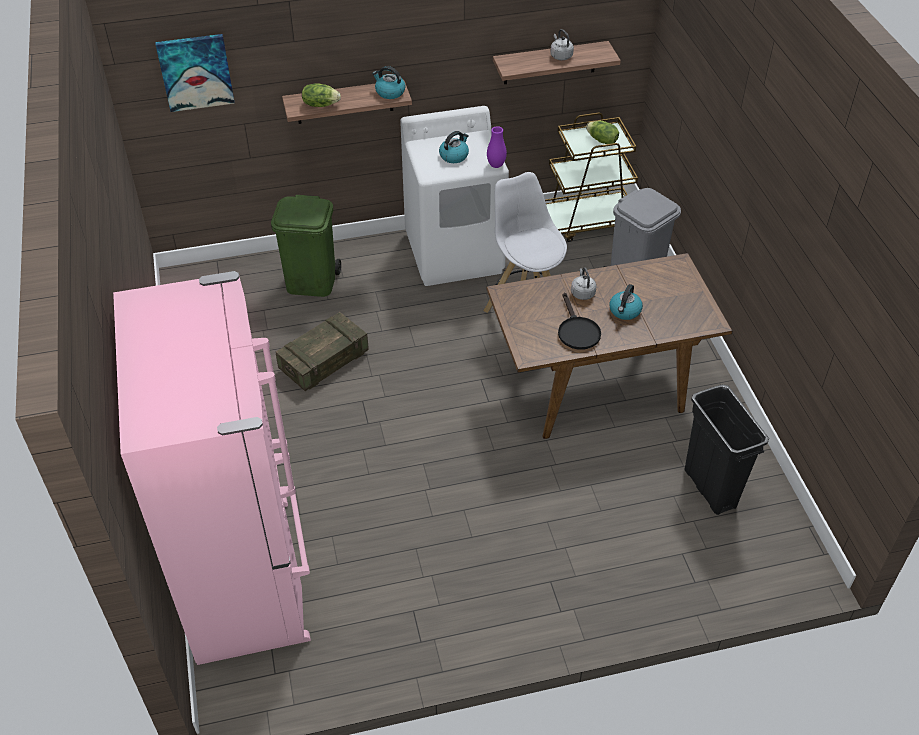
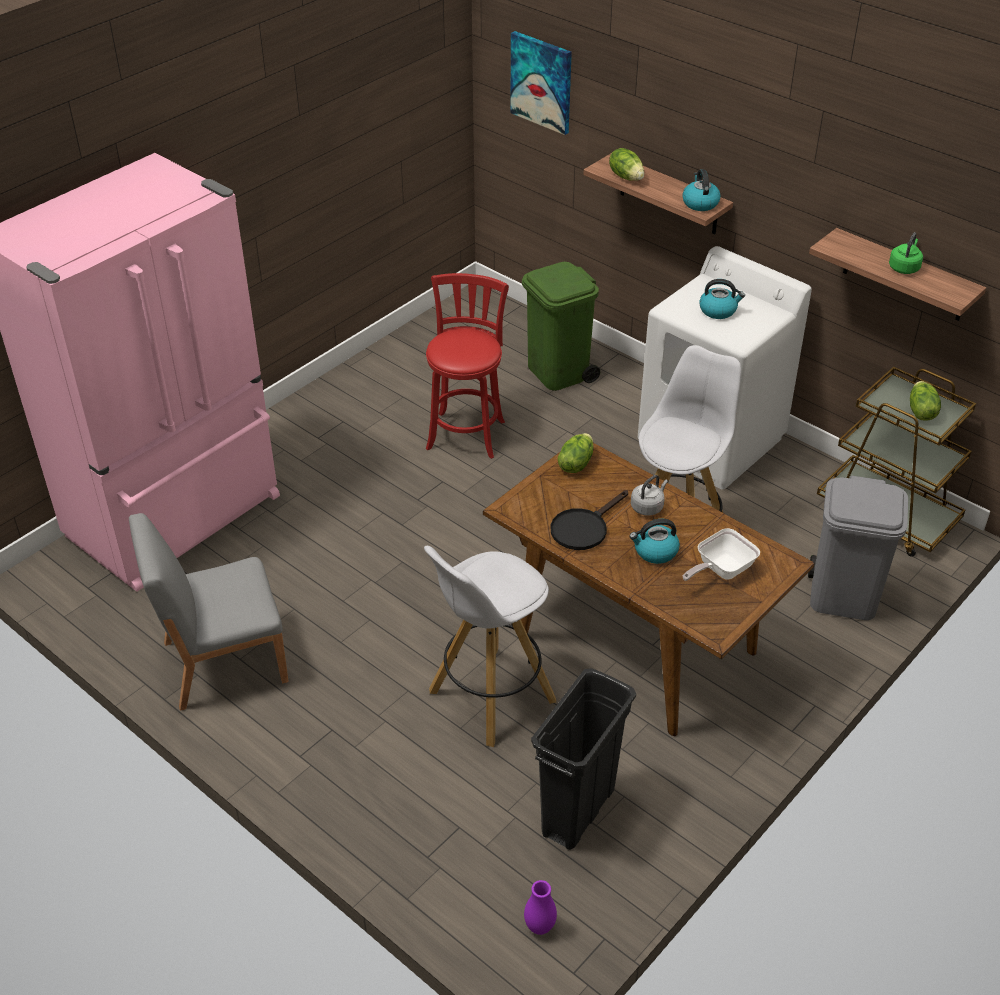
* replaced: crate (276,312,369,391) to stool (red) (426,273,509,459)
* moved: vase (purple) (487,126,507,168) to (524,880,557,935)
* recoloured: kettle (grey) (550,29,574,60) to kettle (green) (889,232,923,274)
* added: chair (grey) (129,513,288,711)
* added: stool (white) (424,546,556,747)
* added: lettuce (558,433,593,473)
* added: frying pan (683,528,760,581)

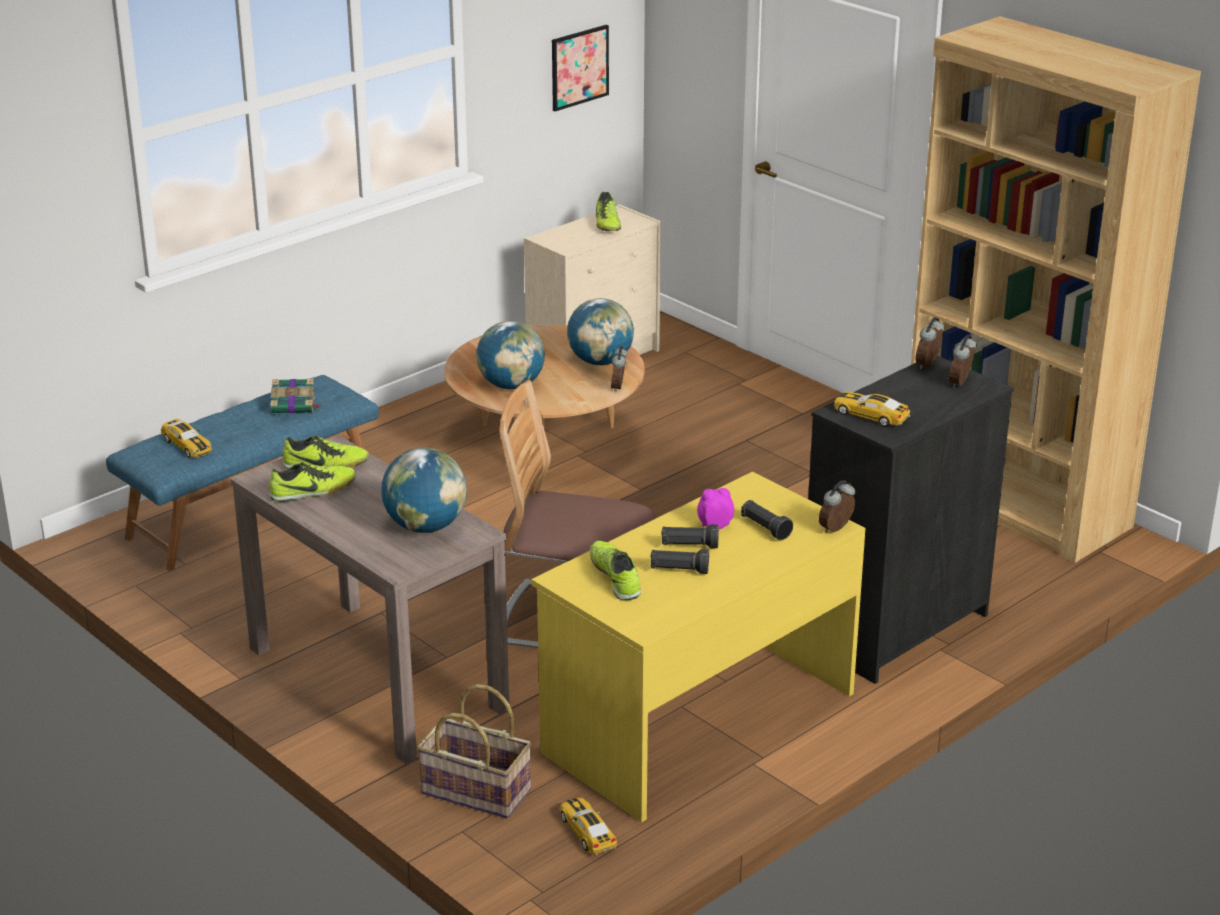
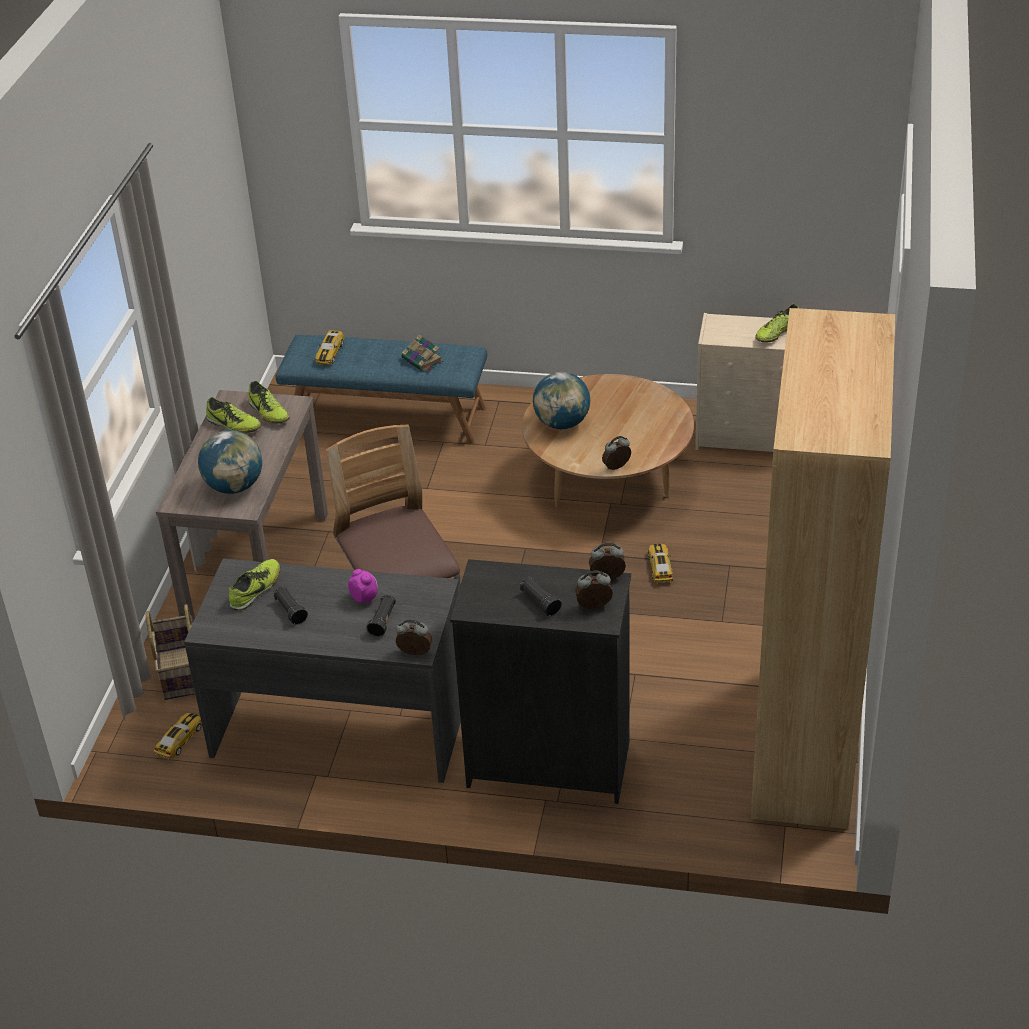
* recoloured: desk (yellow) (531,472,865,823) to desk (grey) (184,558,461,783)
* removed: picture (552,25,609,111)
* removed: globe (567,298,634,365)
* moved: flashlight (black) (661,524,719,548) to (520,577,562,616)
* moved: toy car (834,392,910,427) to (648,544,673,583)

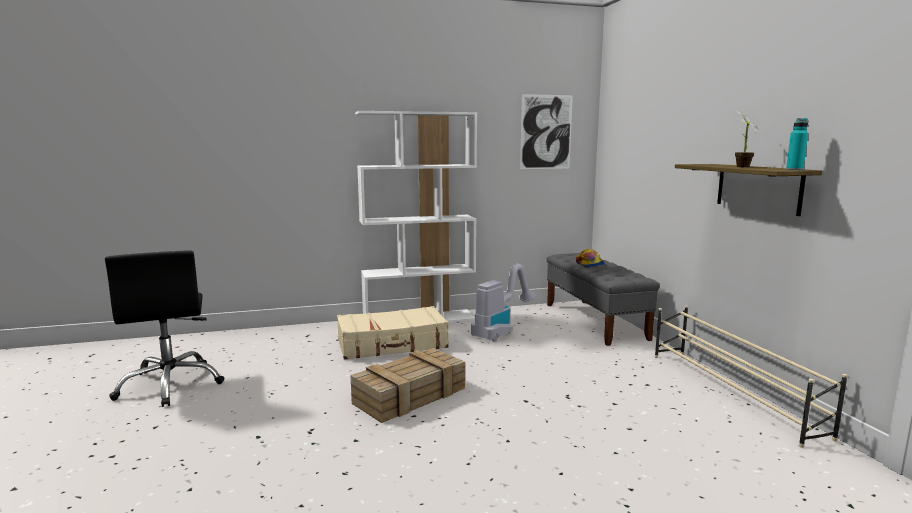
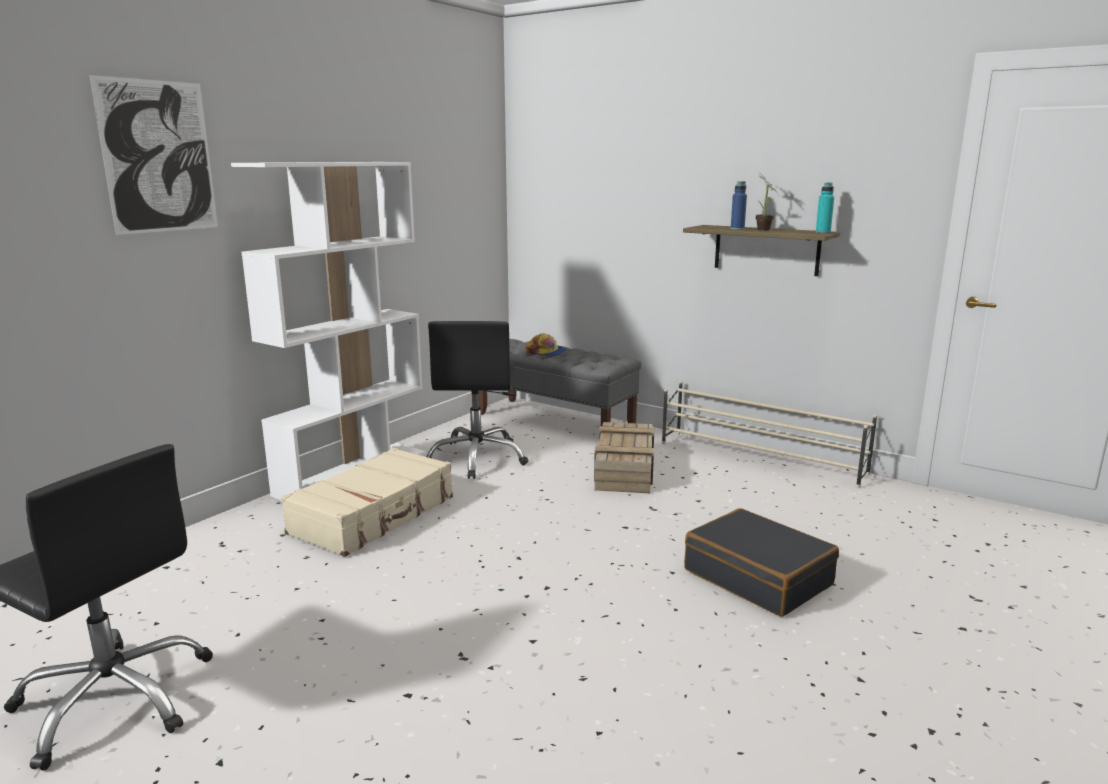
* moved: crate (351,348,465,423) to (594,422,654,493)
* replaced: vacuum cleaner (471,264,535,342) to office chair (black) (426,321,528,479)
* moved: picture (520,94,573,169) to (90,75,218,235)
* added: suitcase (black) (684,508,839,617)
* added: bottle (blue) (731,181,747,230)

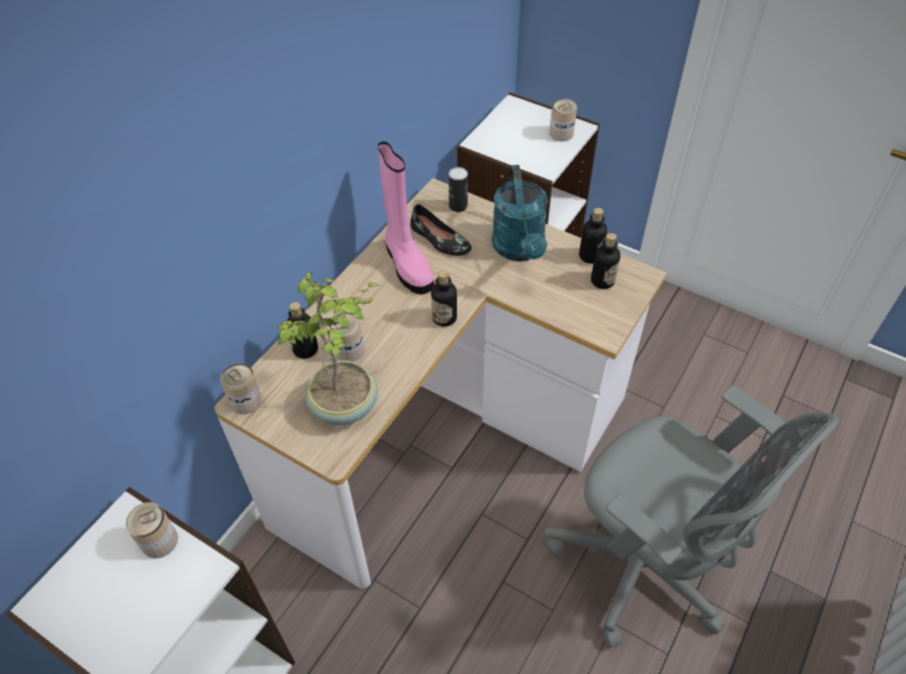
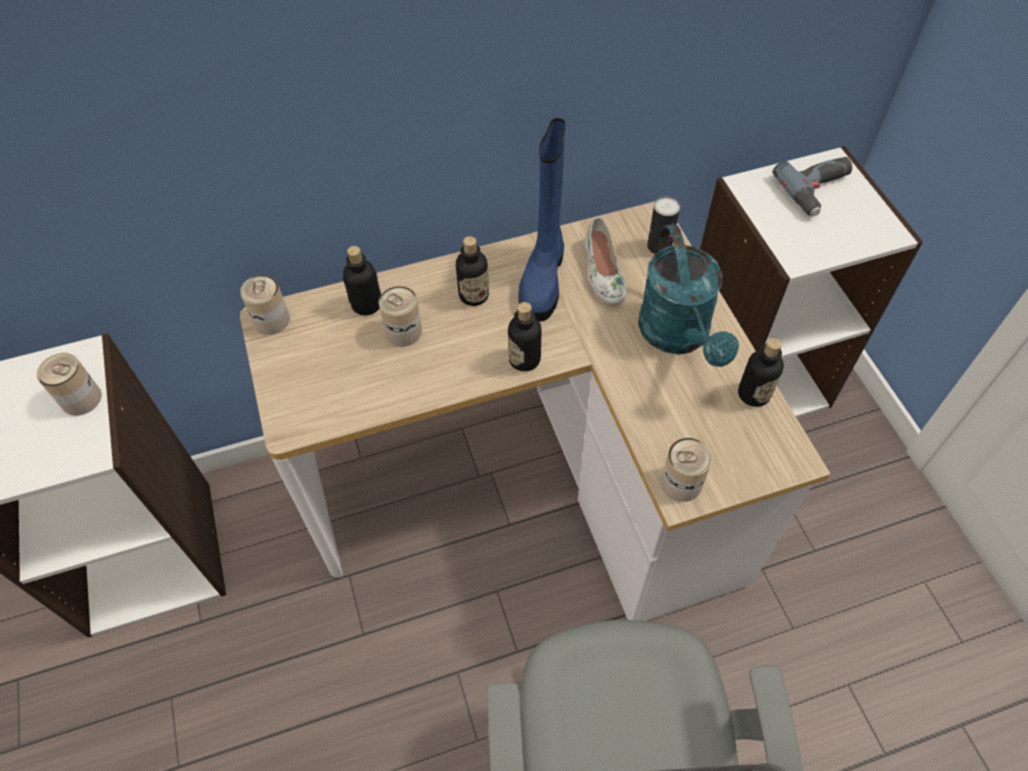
* removed: potted plant (277,272,378,425)
* recoloured: boot (pink) (378,141,434,295) to boot (blue) (519,118,565,322)
* recoloured: shoe (black) (410,204,472,256) to shoe (white) (584,217,627,304)
* turned: watering can (turquoise) (492,165,548,261) = (638,224,739,367) 45 degrees counterclockwise
* moved: can (549,99,577,141) to (661,438,712,502)
* moved: bottle (591,233,620,289) to (456,236,489,306)
* added: power drill (772,157,852,216)

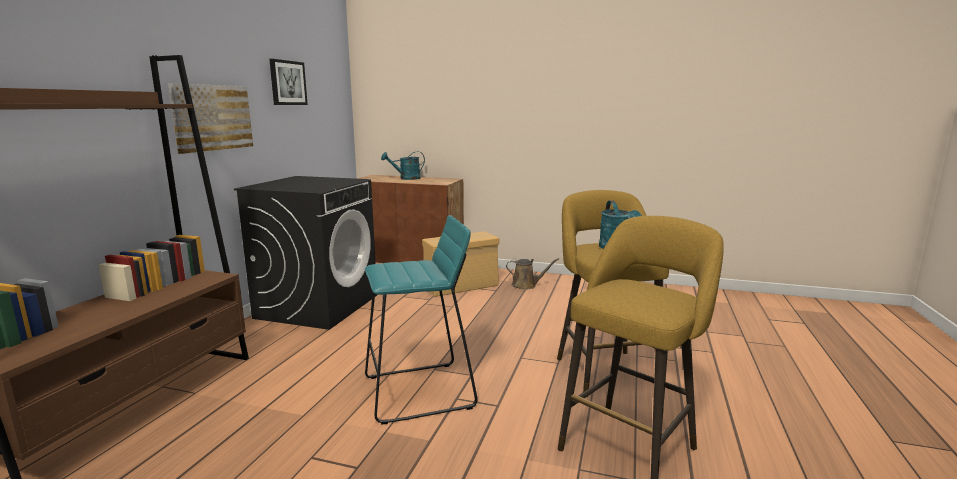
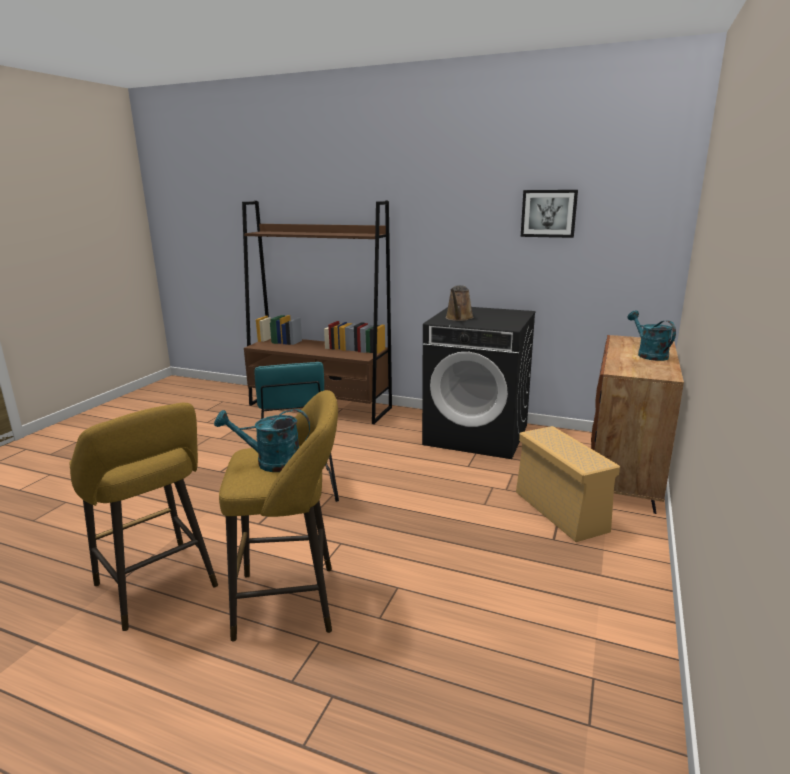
* removed: picture (168,83,253,154)
* moved: watering can (brown) (506,258,559,290) to (445,285,474,321)

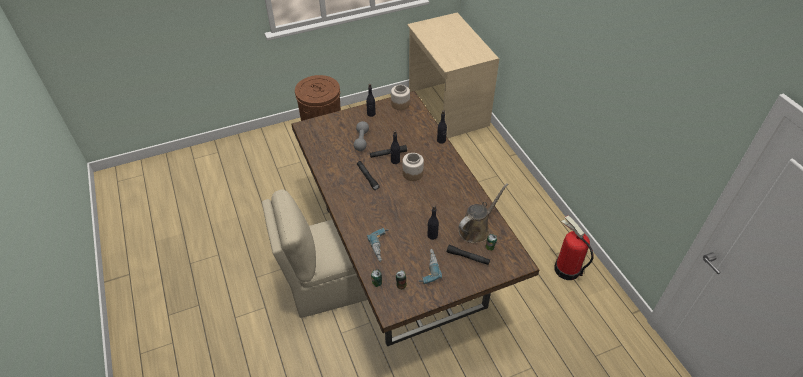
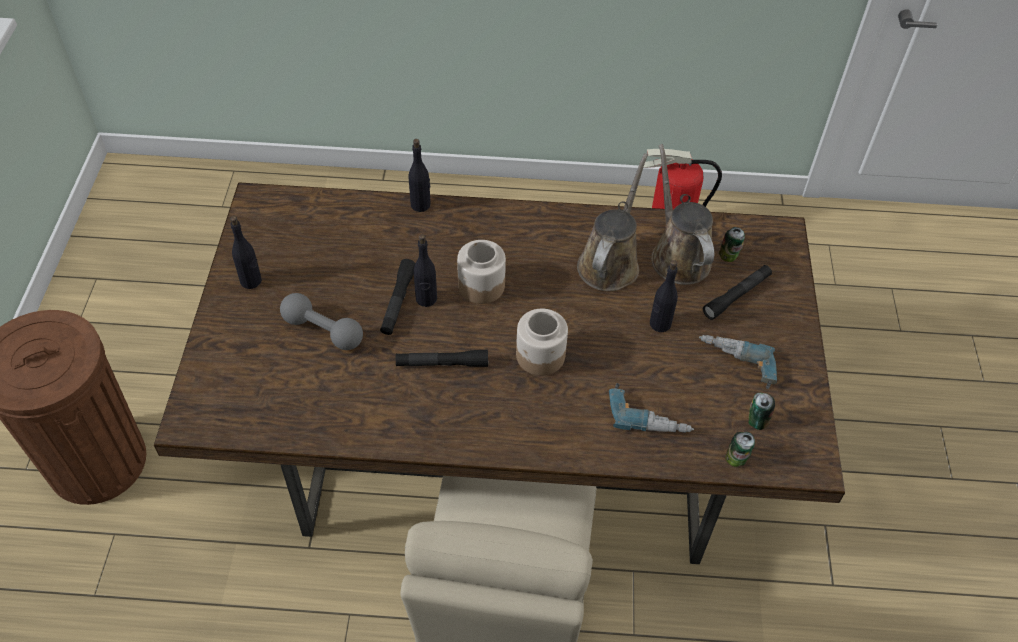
* moved: jar (391,85,410,110) to (516,309,568,376)
* removed: desk (beige) (407,13,499,138)
* added: watering can (brown) (577,153,648,291)

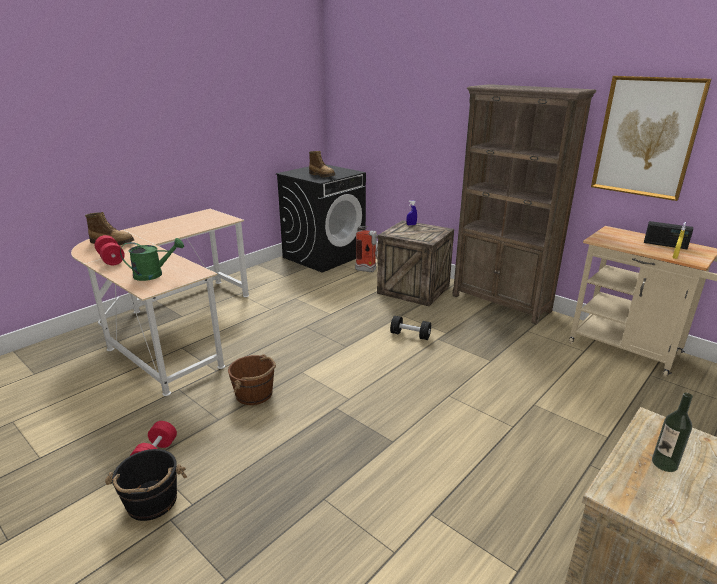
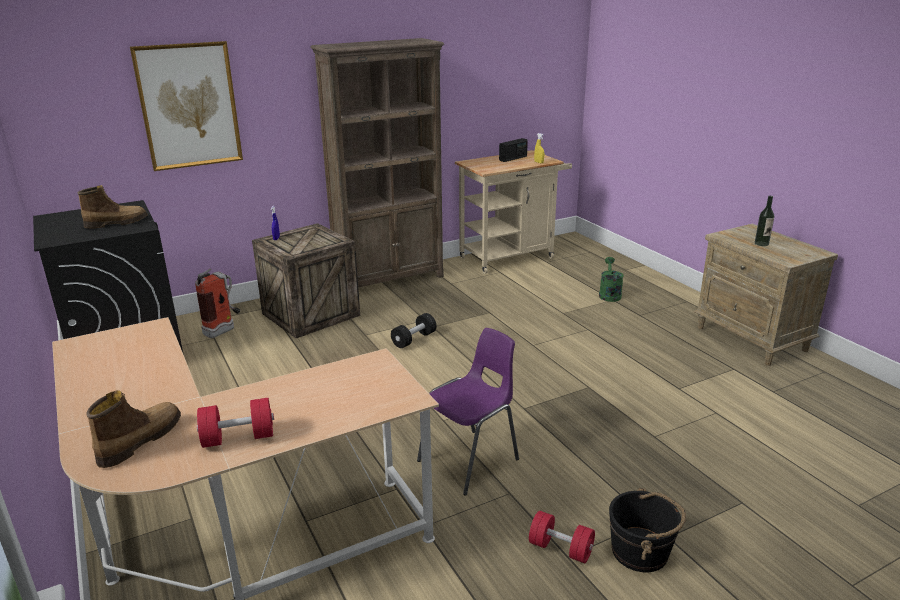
* moved: watering can (green) (120,238,184,281) to (599,257,624,302)
* replaced: bucket (brown) (228,354,276,405) to chair (purple) (417,328,519,495)
* moved: picture (591,76,711,201) to (130,41,243,171)

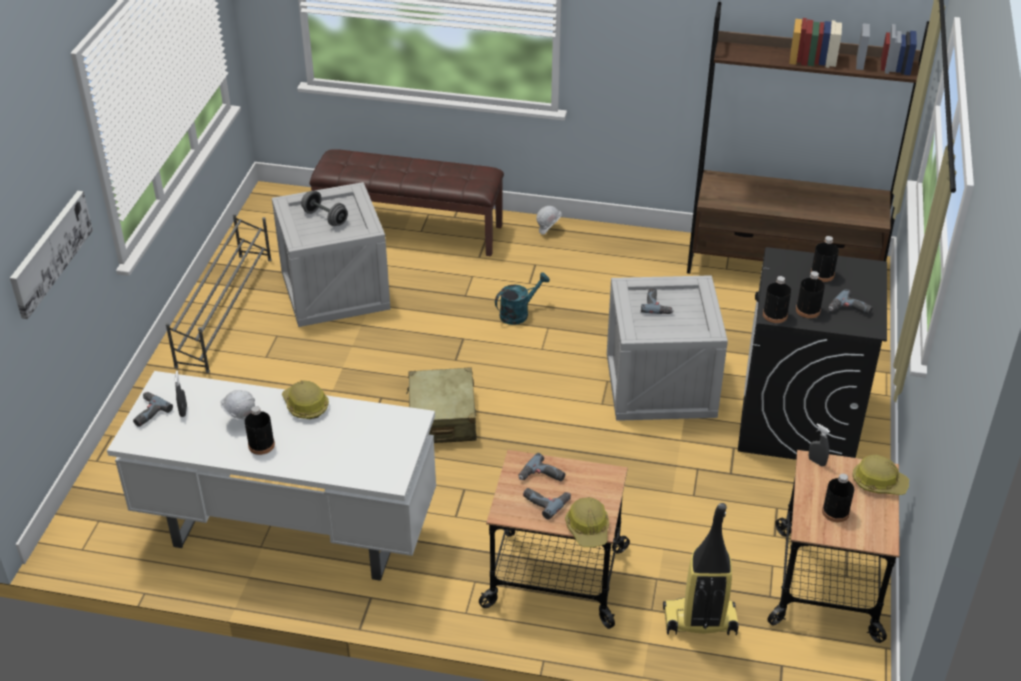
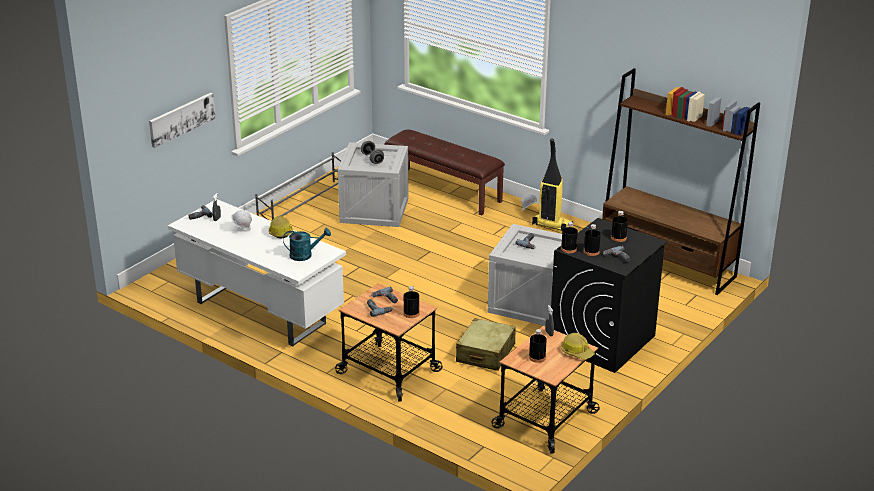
* moved: bottle (black) (245,406,275,455) to (403,286,420,318)
* moved: suitcase (beige) (406,367,477,443) to (456,318,516,371)
* moved: watering can (turquoise) (495,272,550,325) to (283,228,331,261)
* removed: hard hat (565,497,609,547)
* moved: vacuum cleaner (663,503,739,635) to (532,138,573,231)

